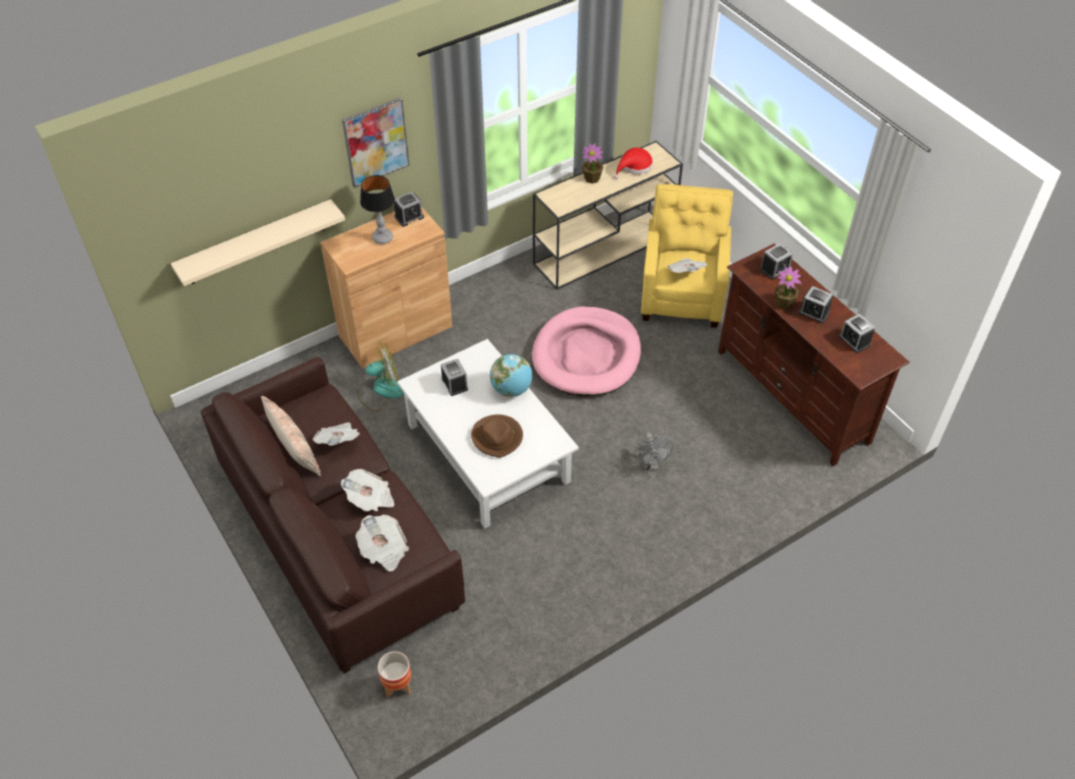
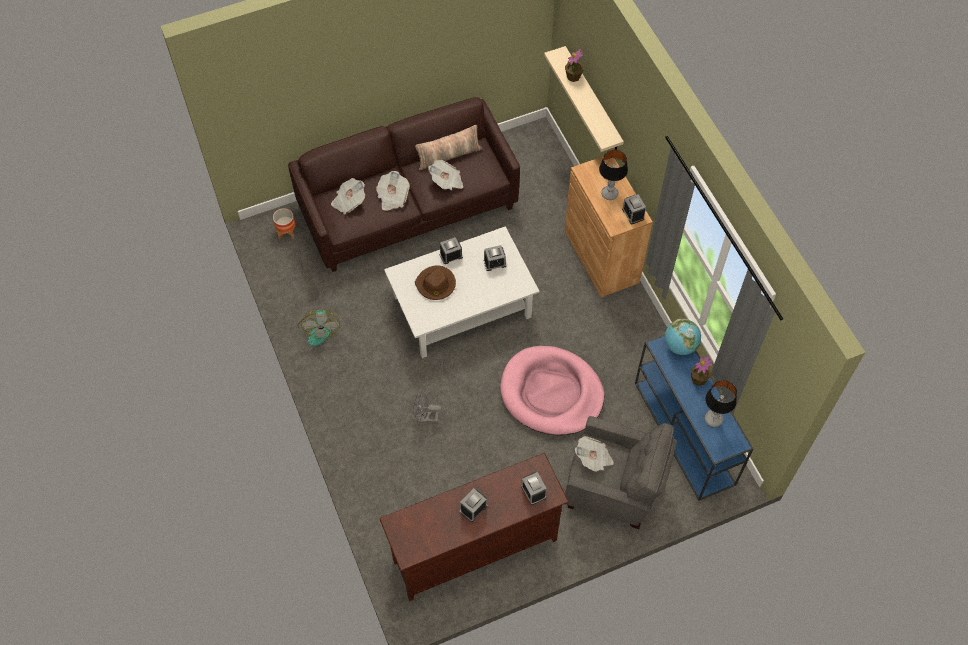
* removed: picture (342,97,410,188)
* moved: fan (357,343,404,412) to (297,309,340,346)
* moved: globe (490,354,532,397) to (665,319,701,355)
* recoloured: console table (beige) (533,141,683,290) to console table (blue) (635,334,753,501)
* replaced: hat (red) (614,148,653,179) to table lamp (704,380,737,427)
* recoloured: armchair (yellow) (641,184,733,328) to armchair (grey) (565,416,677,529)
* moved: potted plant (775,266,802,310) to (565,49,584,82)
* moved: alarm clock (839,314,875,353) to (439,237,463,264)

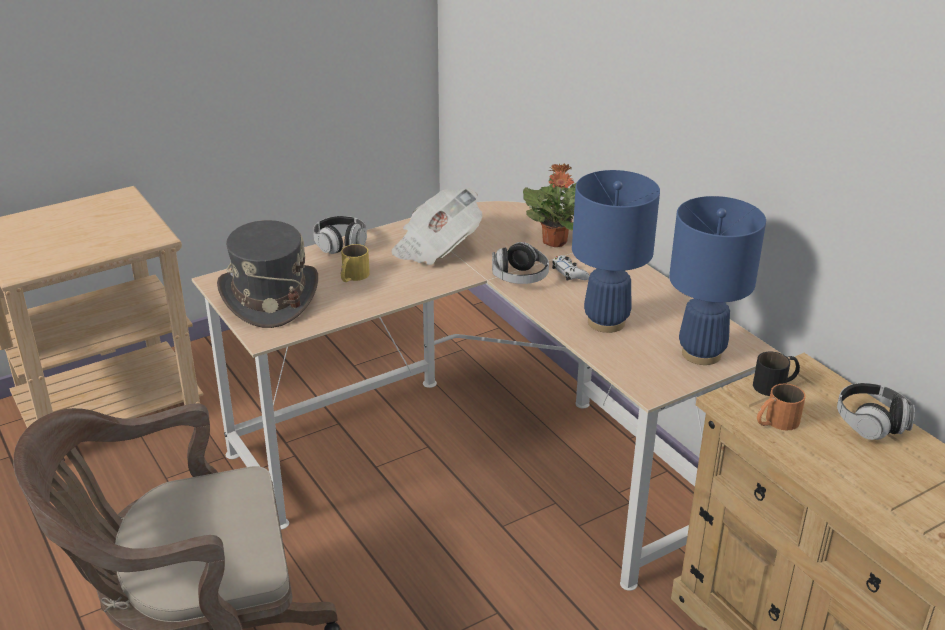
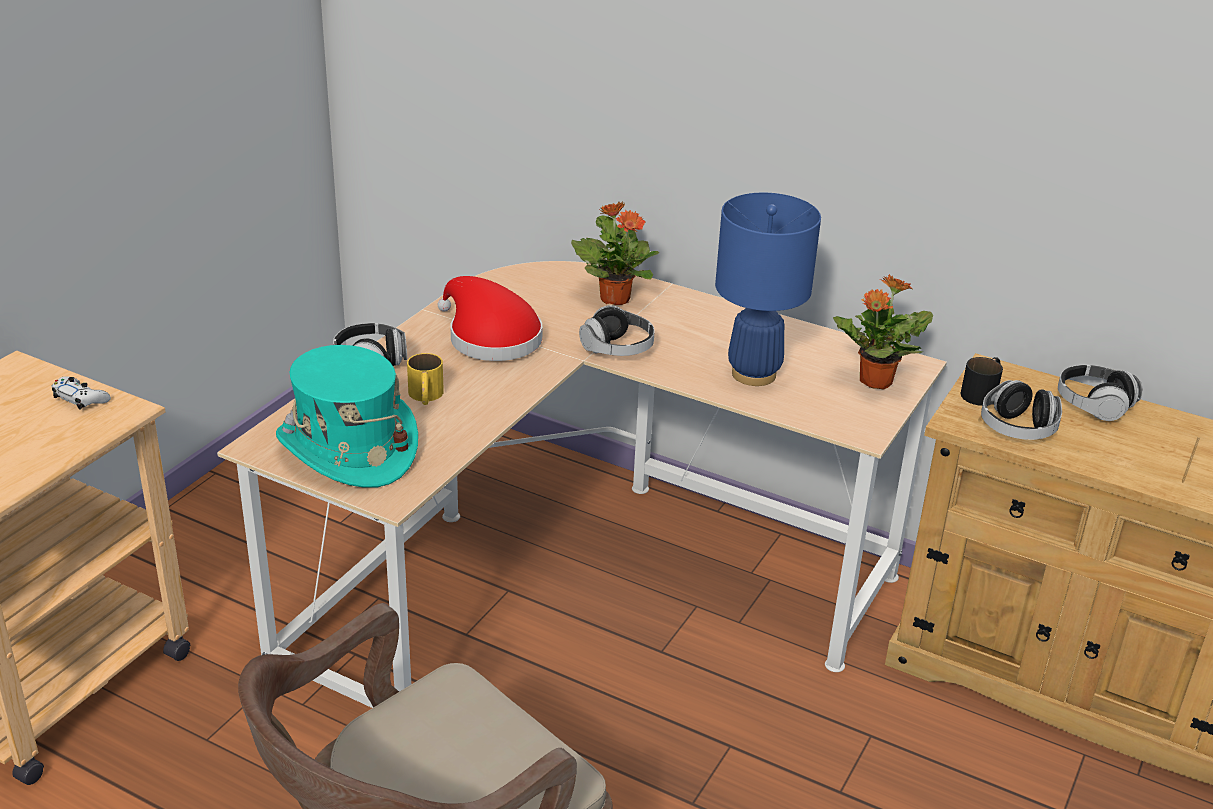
* recoloured: hat (grey) (217,220,318,328) to hat (turquoise) (276,345,418,488)
* replaced: newspaper (391,188,482,265) to hat (red) (438,276,542,361)
* moved: game controller (white) (552,255,590,281) to (52,376,111,410)
* replaced: table lamp (blue) (669,196,766,365) to potted plant (833,274,933,390)
* replaced: mug (orange) (757,383,806,431) to headphones (981,380,1062,440)

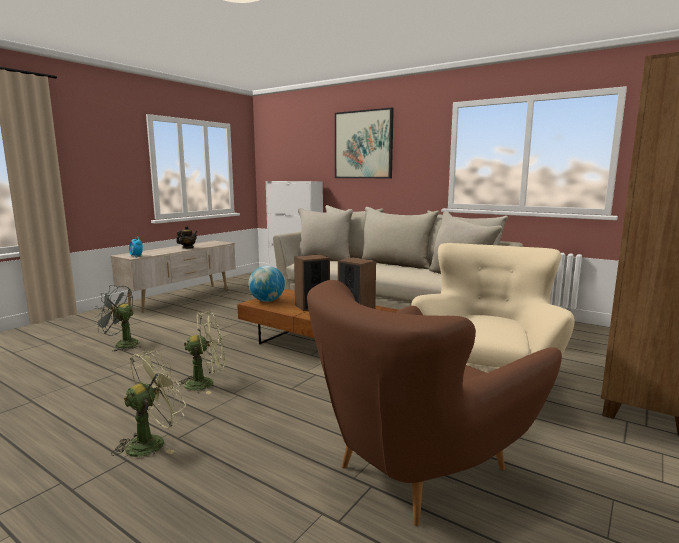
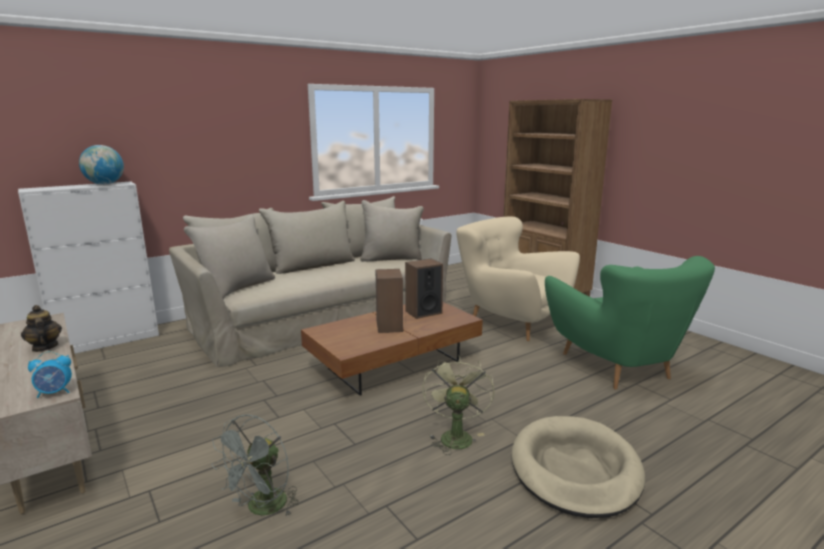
* replaced: fan (green) (111,350,186,457) to dog bed (beige) (511,416,645,518)
* moved: globe (248,266,285,302) to (79,145,124,185)
* recoloured: armchair (brown) (307,280,562,526) to armchair (green) (545,256,715,389)
* removed: picture (335,108,394,178)

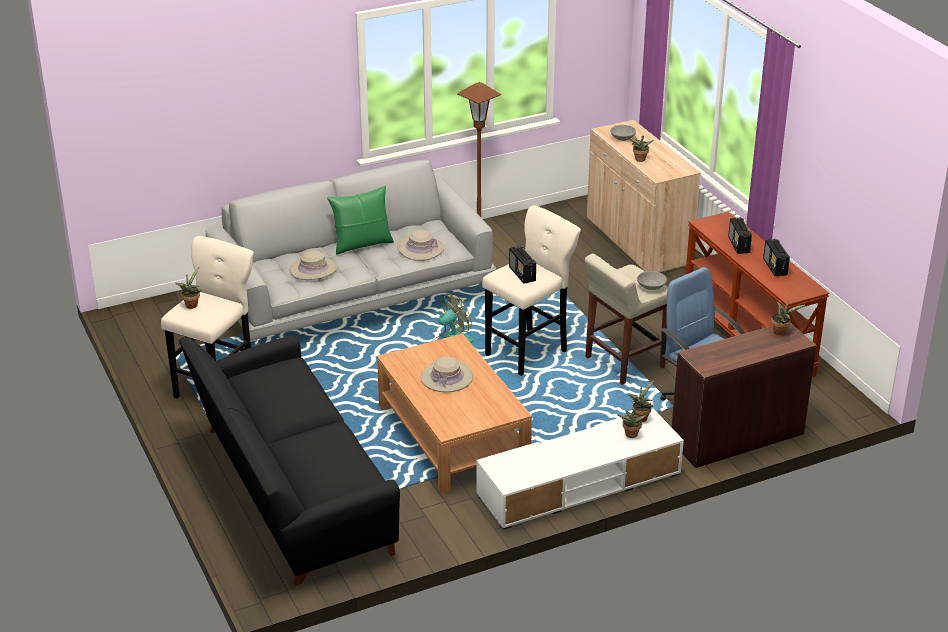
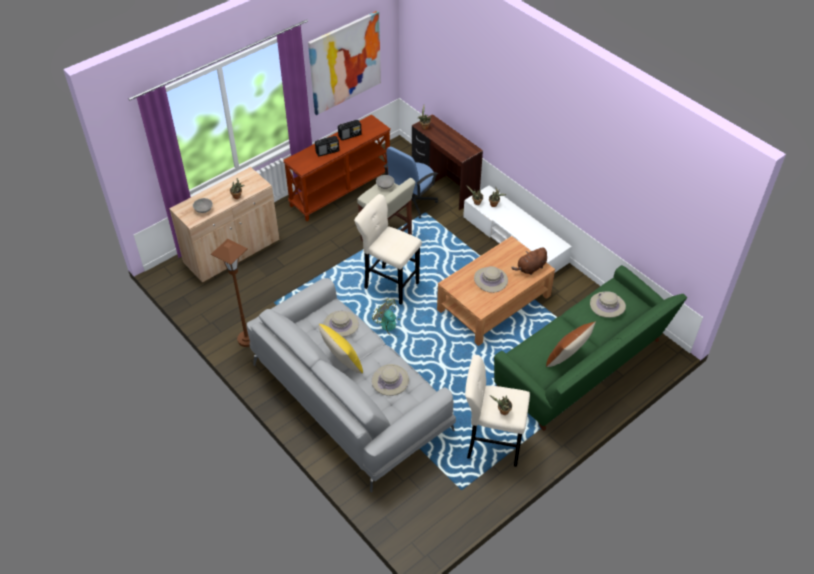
* recoloured: sofa (black) (179,335,400,586) to sofa (green) (494,265,687,431)
* recoloured: pillow (green) (327,186,394,254) to pillow (yellow) (319,324,363,374)
* removed: radio (509,246,536,284)
* added: picture (308,11,381,115)
* added: plush toy (brown) (511,248,547,275)
* added: pillow (brown) (546,321,596,367)
* added: hat (beige) (590,292,626,318)

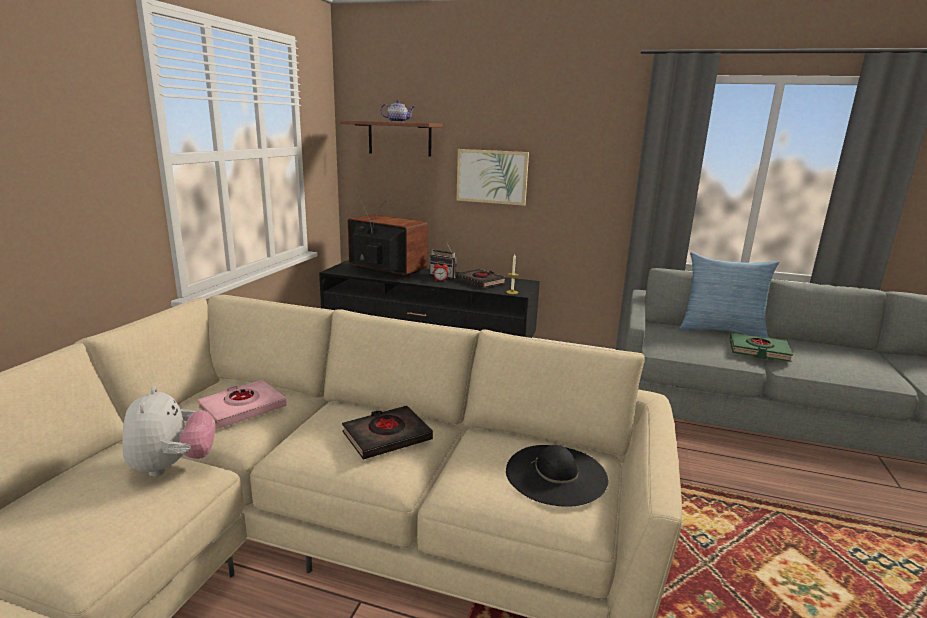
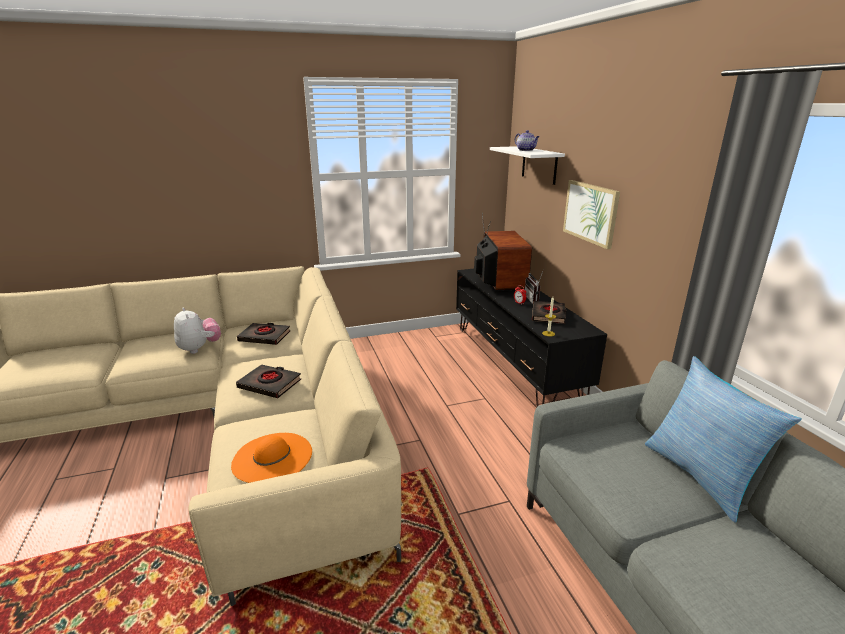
* turned: plush toy (122,386,215,477) = (174,307,221,354) 75 degrees counterclockwise
* recoloured: book (pink) (197,380,287,429) to book (black) (237,323,290,345)
* recoloured: shelf (brown) (340,120,443,157) to shelf (white) (490,146,565,185)
* recoloured: hat (black) (506,445,608,507) to hat (orange) (231,433,312,483)
* removed: book (green) (729,333,793,362)

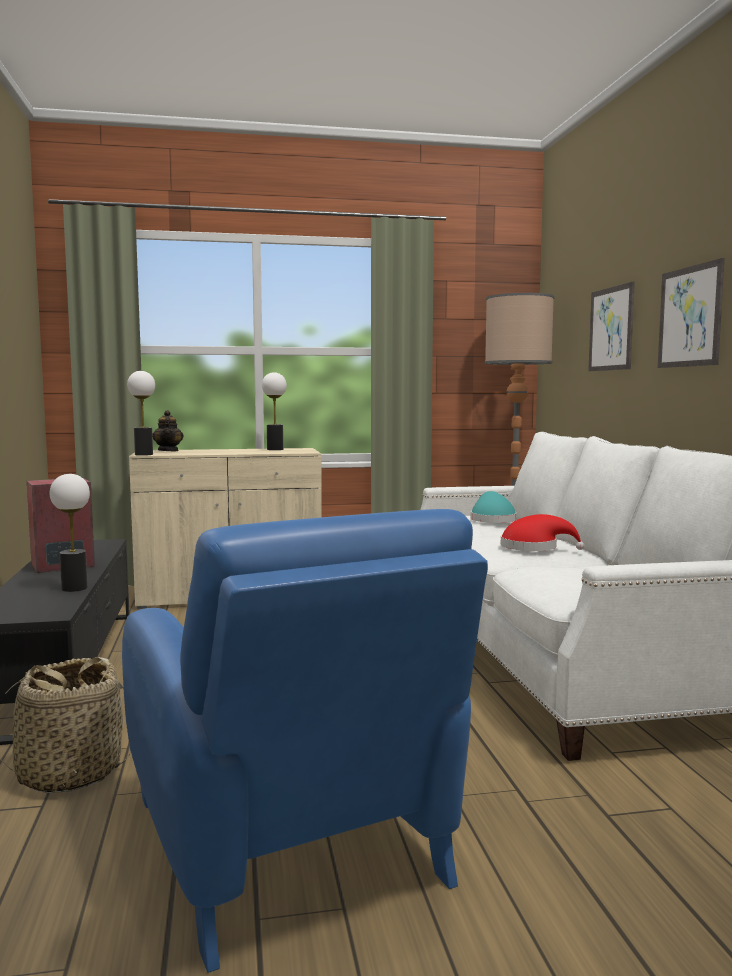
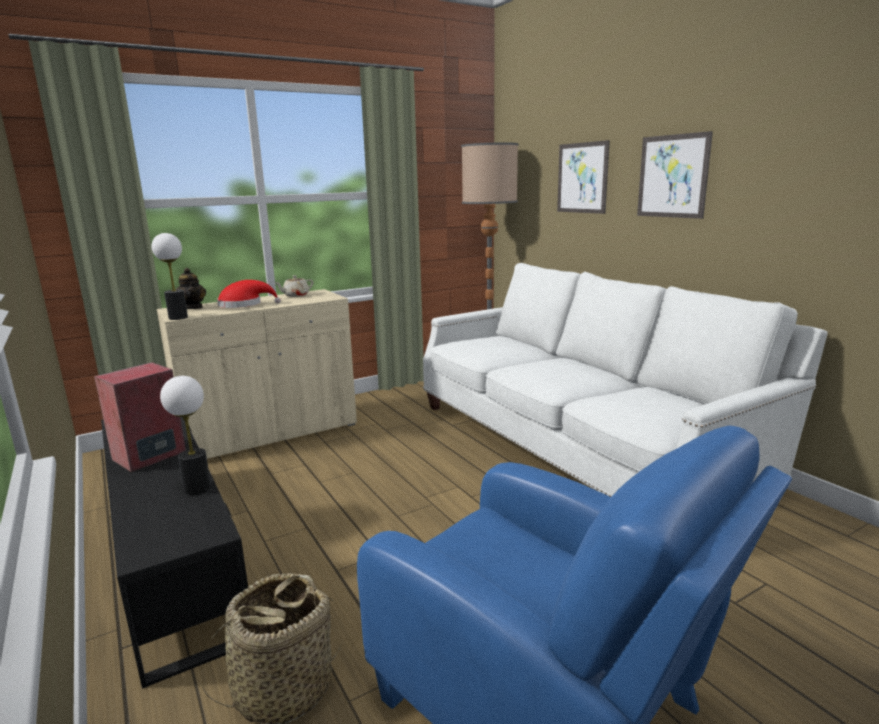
* replaced: table lamp (262,372,287,450) to teapot (beige) (274,275,313,297)
* removed: hat (turquoise) (471,491,517,523)
* moved: hat (red) (501,514,585,551) to (217,280,281,308)

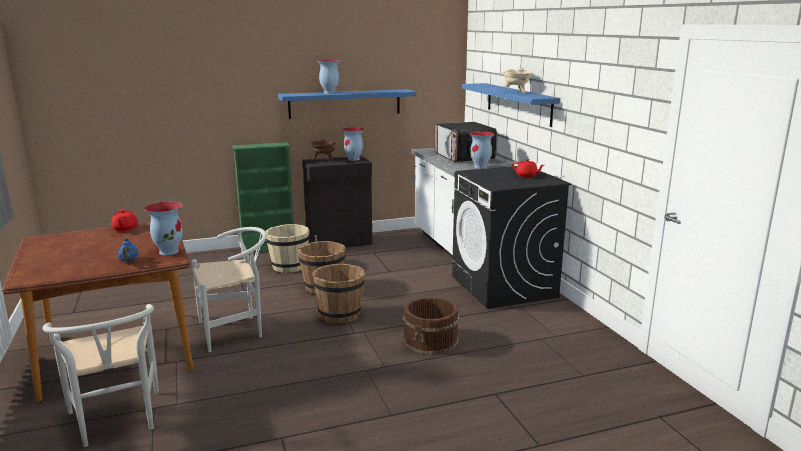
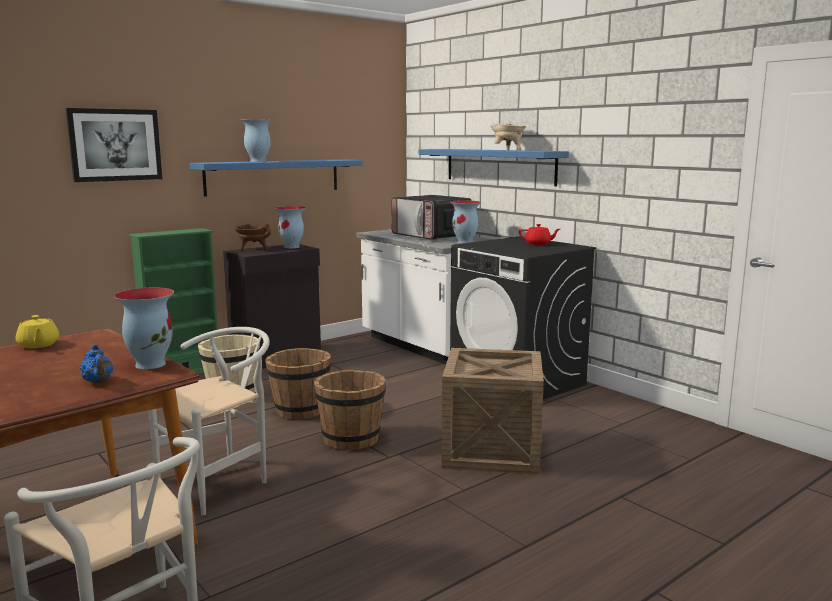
* recoloured: teapot (red) (111,210,138,231) to teapot (yellow) (16,315,59,348)
* replaced: bucket (brown) (403,297,459,354) to crate (441,348,544,475)
* added: picture (66,108,162,182)

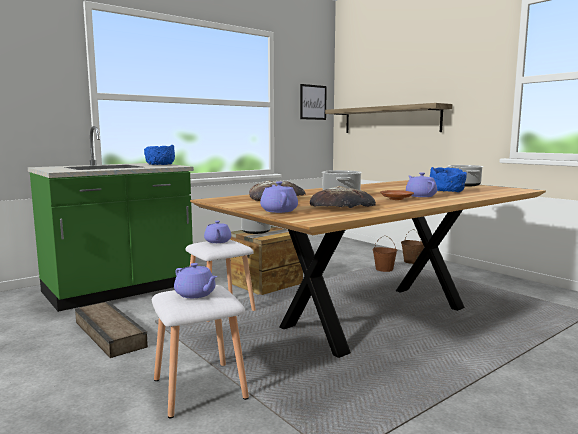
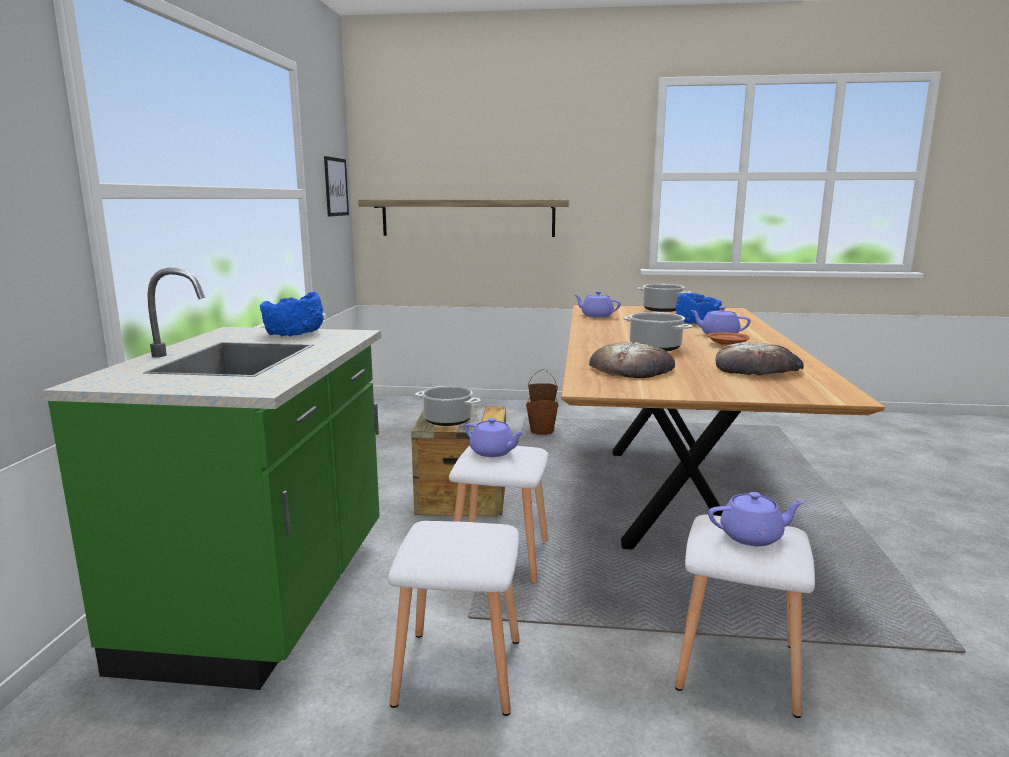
* replaced: crate (75,301,148,358) to stool (white) (388,521,520,716)
* moved: teapot (purple) (260,181,298,213) to (574,291,621,318)

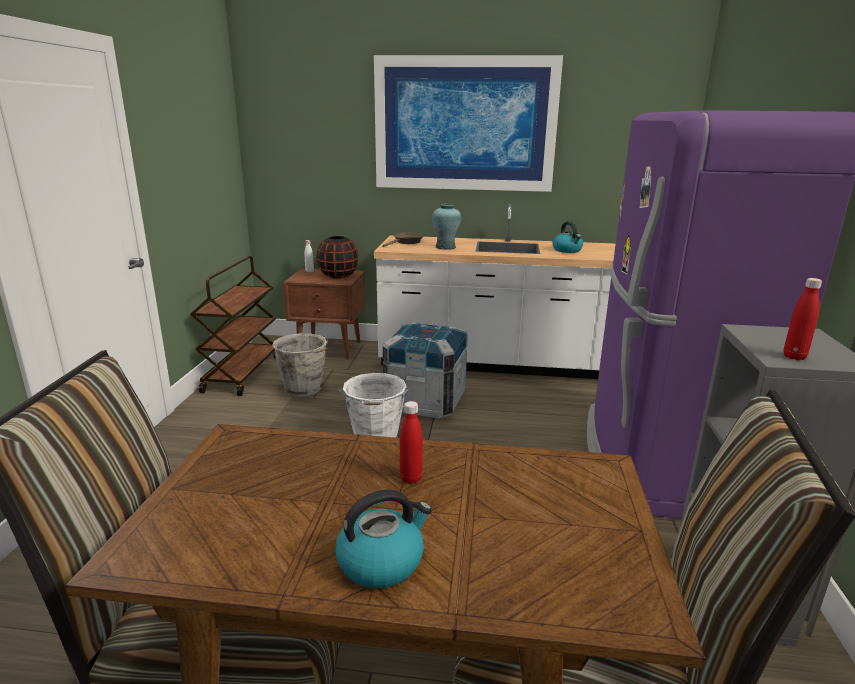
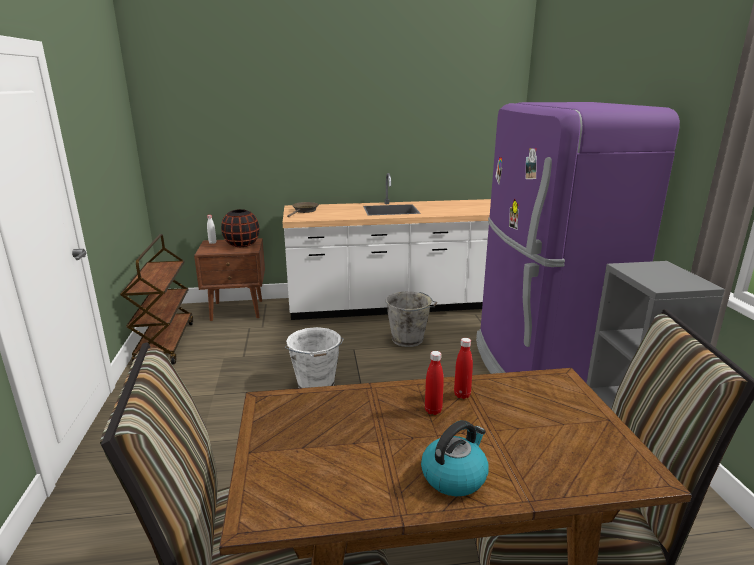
* moved: bucket (grey) (272,333,328,397) to (386,291,437,347)
* removed: picture (374,55,563,192)
* removed: crate (382,322,468,419)
* removed: vase (turquoise) (432,204,461,250)
* removed: kettle (552,221,583,253)
* moved: bottle (red) (784,278,822,360) to (454,338,473,399)

